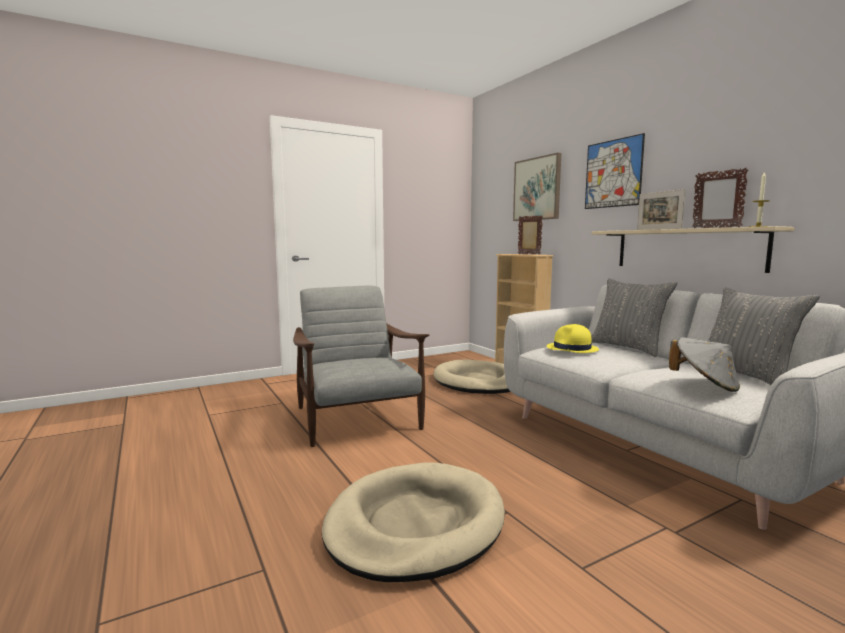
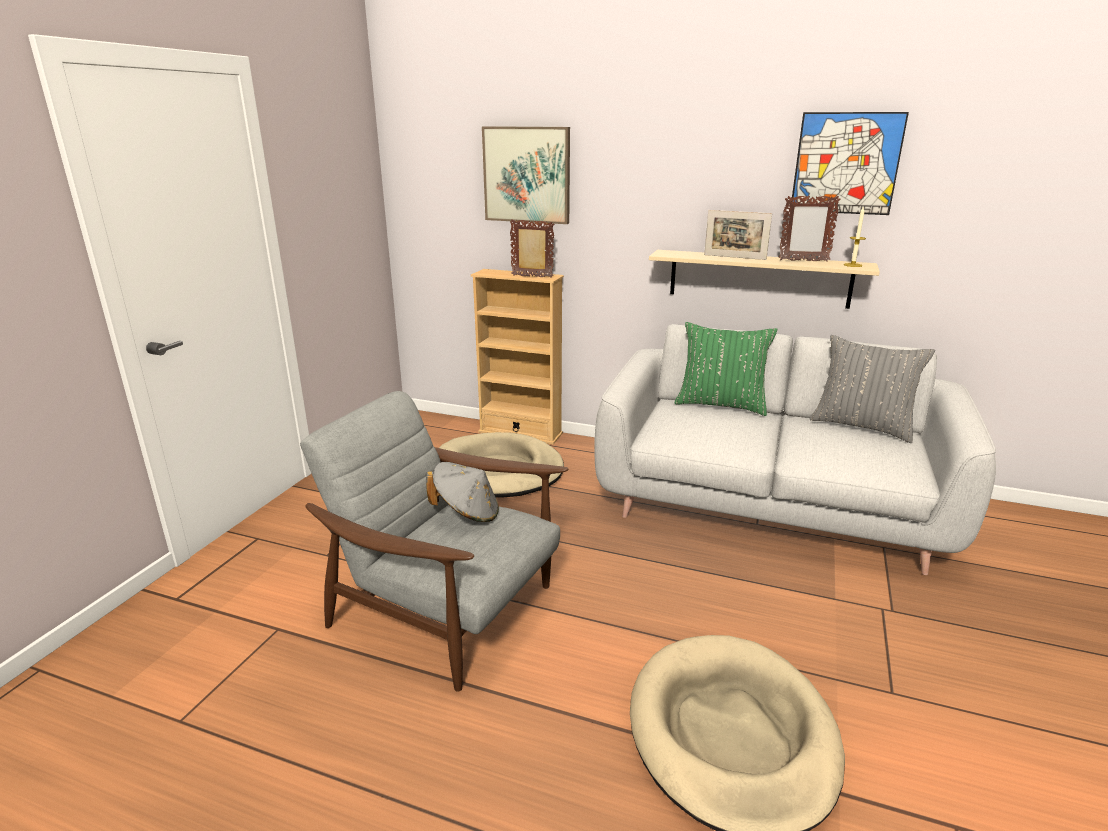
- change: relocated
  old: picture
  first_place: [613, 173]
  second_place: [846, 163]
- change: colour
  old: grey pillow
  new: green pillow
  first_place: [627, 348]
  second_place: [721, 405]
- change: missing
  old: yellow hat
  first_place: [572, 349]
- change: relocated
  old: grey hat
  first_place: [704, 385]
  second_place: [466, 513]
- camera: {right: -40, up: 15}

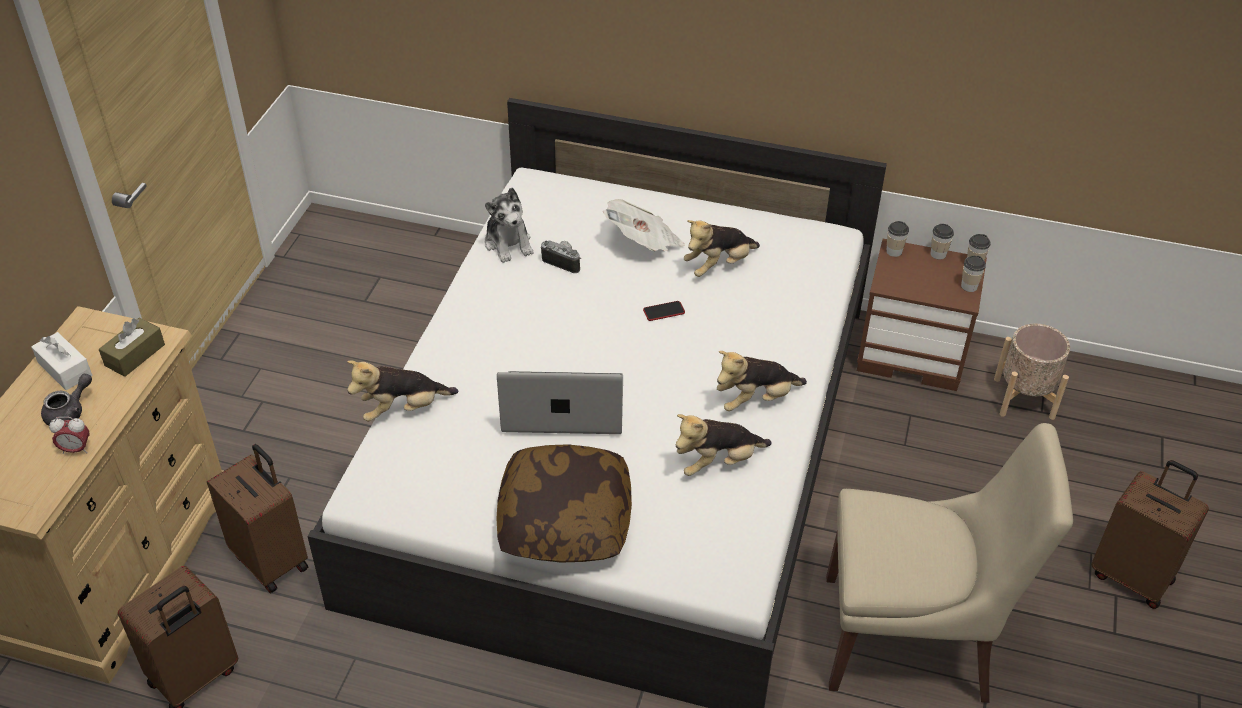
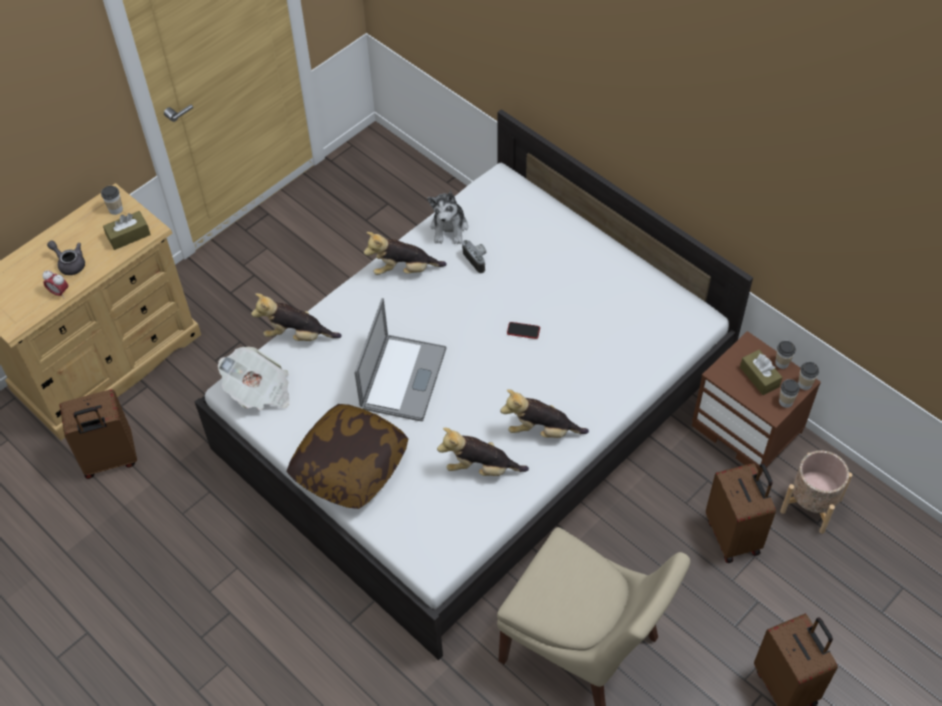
- change: relocated
  old: newspaper
  first_place: [643, 243]
  second_place: [259, 391]
- change: relocated
  old: plush toy
  first_place: [719, 265]
  second_place: [404, 270]
- change: relocated
  old: cup
  first_place: [894, 251]
  second_place: [116, 209]
- change: missing
  old: white tissue box
  first_place: [65, 369]
- change: spun
  old: laptop
  first_place: [563, 405]
  second_place: [403, 378]
  degrees: 75
- change: spun
  old: grey teapot
  first_place: [70, 412]
  second_place: [69, 263]
  degrees: -120
- change: relocated
  old: brown suitcase
  first_place: [272, 560]
  second_place: [734, 535]
- change: appeared
  new: brown tissue box
  second_place: [759, 377]
- camera: {right: 30, up: 10}

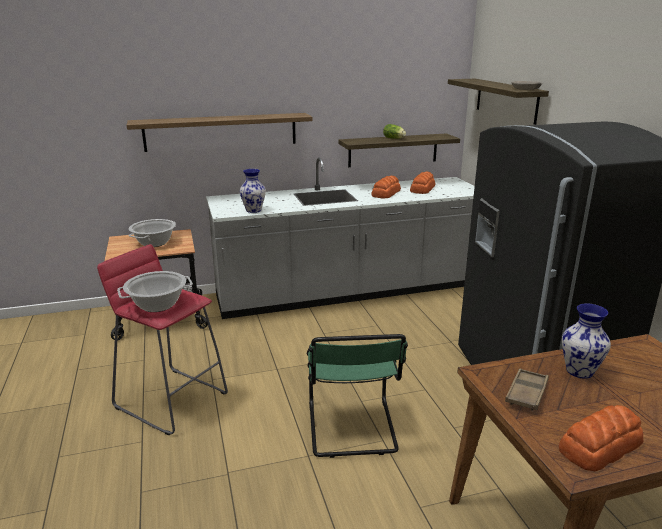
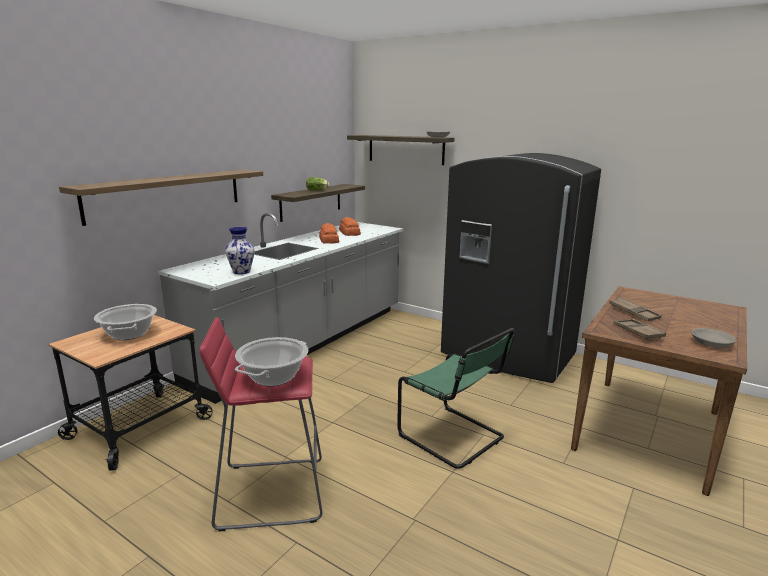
- change: exchanged
  old: vase
  new: brown tray
  first_place: [580, 371]
  second_place: [633, 313]
- change: exchanged
  old: bread
  new: grey bowl
  first_place: [599, 446]
  second_place: [711, 343]
- camera: {right: -40, up: -5}

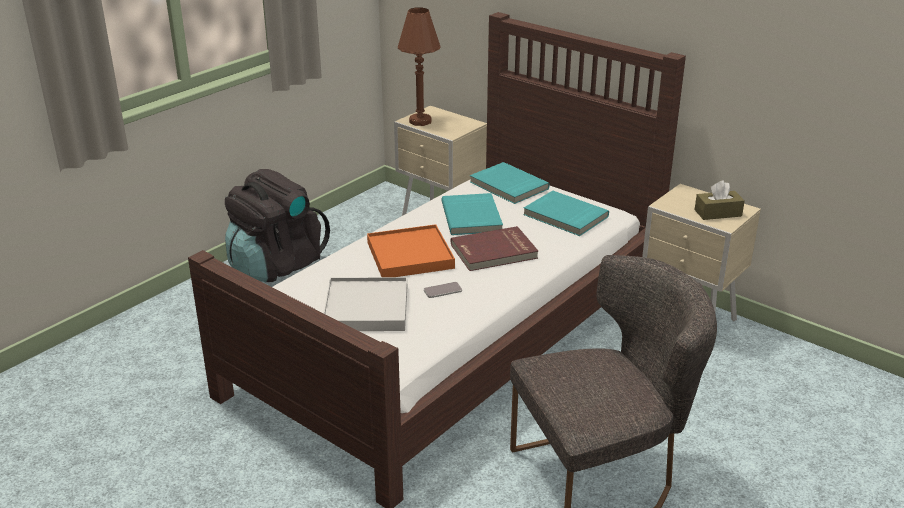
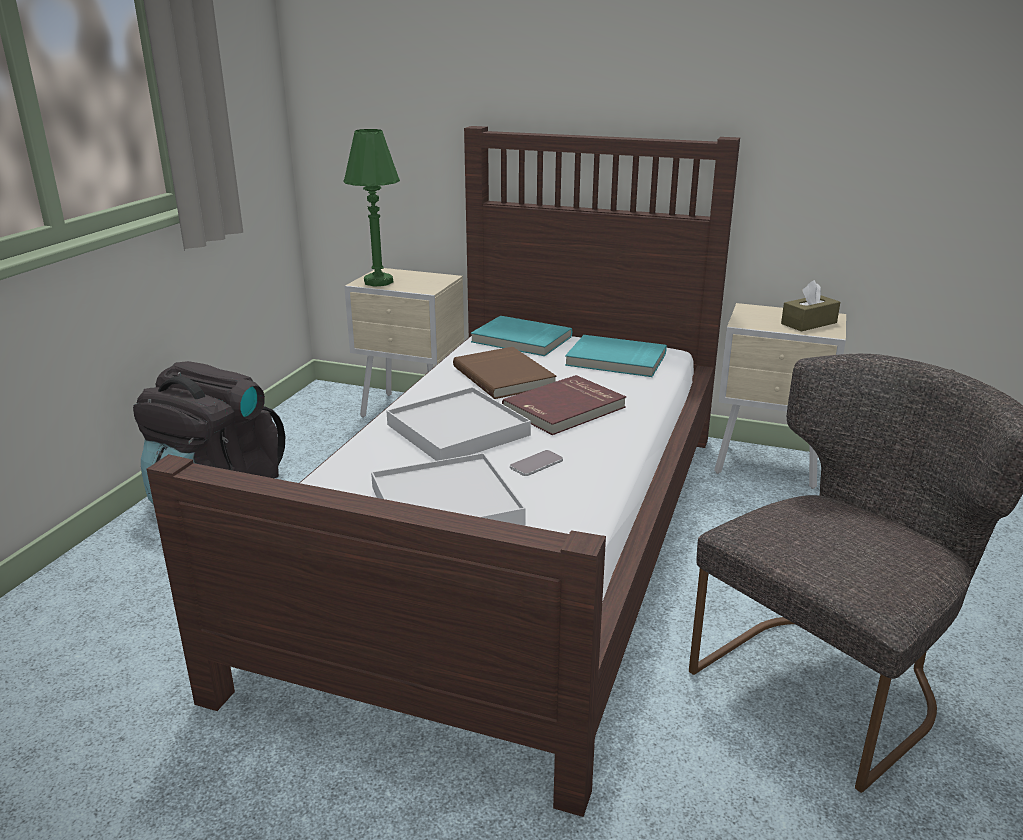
- change: colour
  old: brown table lamp
  new: green table lamp
  first_place: [420, 121]
  second_place: [378, 282]
- change: colour
  old: turquoise book
  new: brown book
  first_place: [473, 217]
  second_place: [505, 376]
- change: colour
  old: orange tray
  new: white tray
  first_place: [410, 255]
  second_place: [458, 430]
- camera: {right: -20, up: -5}

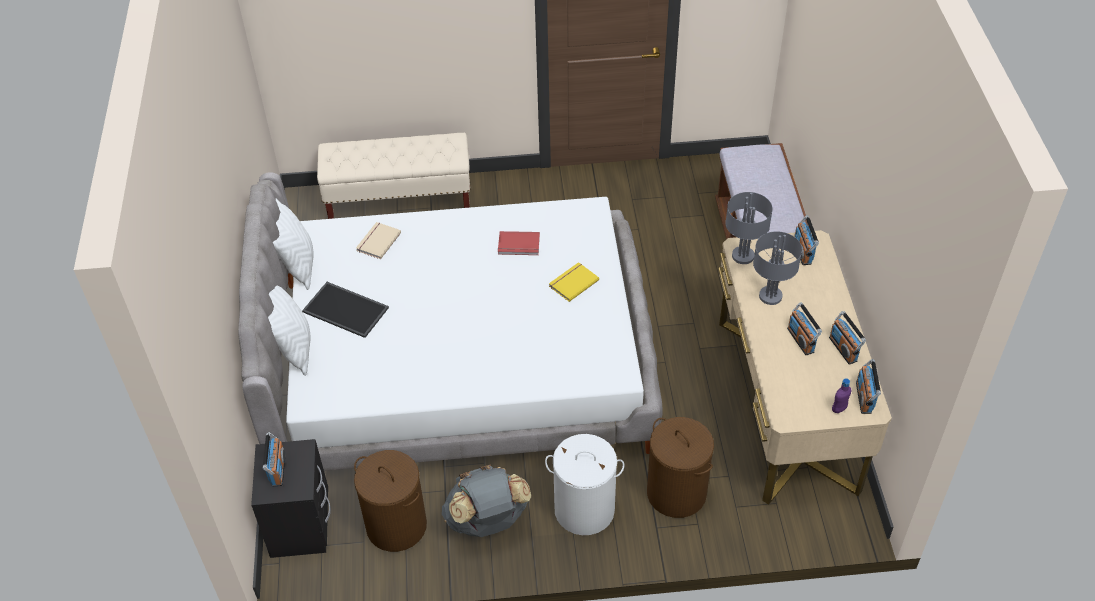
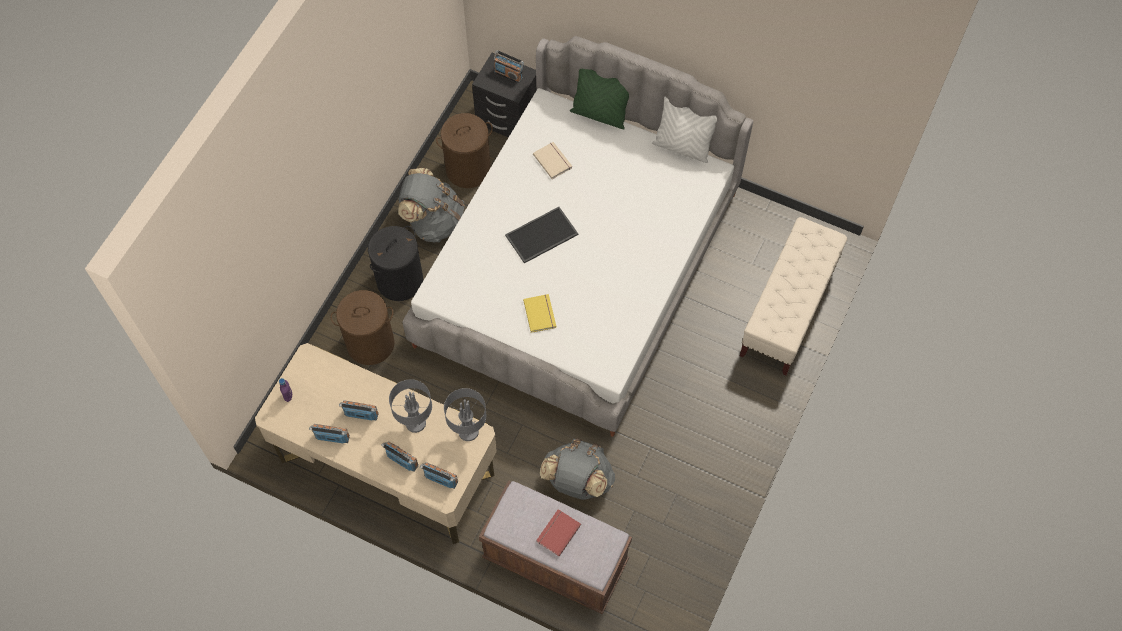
- change: relocated
  old: beige book
  first_place: [377, 241]
  second_place: [553, 160]
- change: relocated
  old: red book
  first_place: [519, 245]
  second_place: [557, 532]
- change: relocated
  old: tray
  first_place: [347, 309]
  second_place: [541, 236]
- change: colour
  old: white pillow
  new: green pillow
  first_place: [295, 348]
  second_place: [599, 114]
- change: relocated
  old: radio
  first_place: [864, 397]
  second_place: [402, 460]
- change: colour
  old: white laundry basket
  new: black laundry basket
  first_place: [584, 510]
  second_place: [400, 280]
- change: appeared
  new: grey backpack
  second_place: [577, 481]
- camera: {right: 120, up: 15}

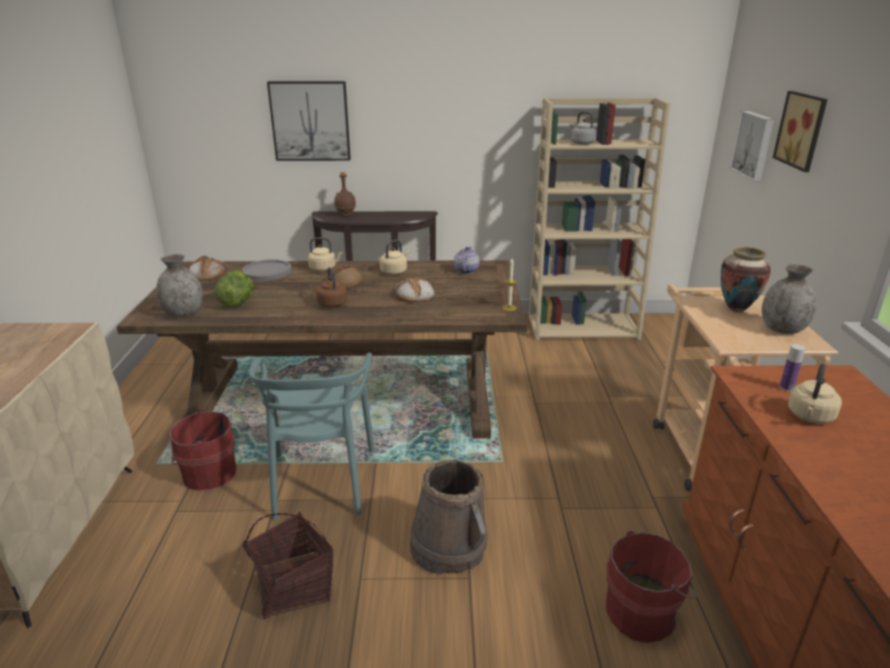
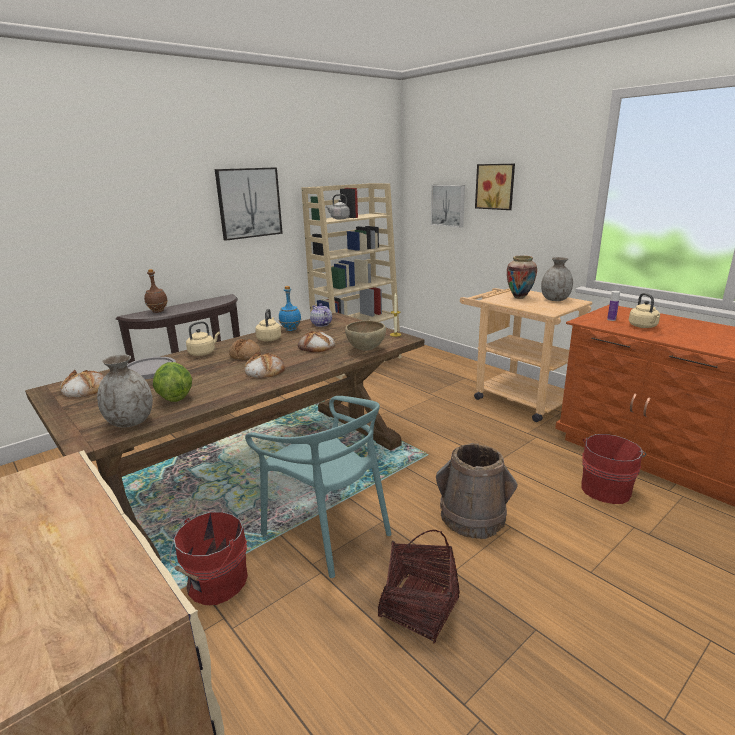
- change: relocated
  old: picture
  first_place: [310, 121]
  second_place: [249, 203]
- change: exchanged
  old: brown kettle
  new: bread
  first_place: [332, 303]
  second_place: [264, 370]
- change: appeared
  new: blue bottle
  second_place: [291, 329]
- change: appeared
  new: brown bowl
  second_place: [366, 349]
- camera: {right: -40, up: -5}

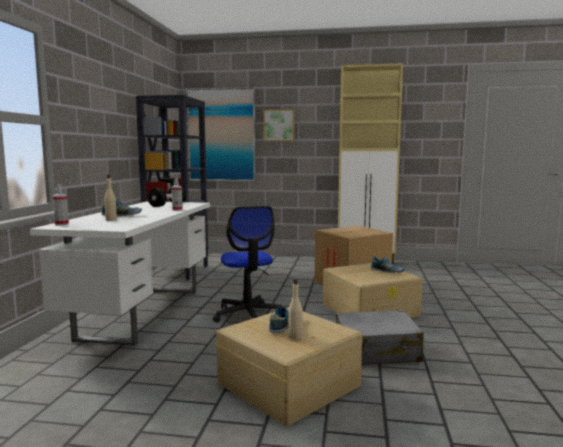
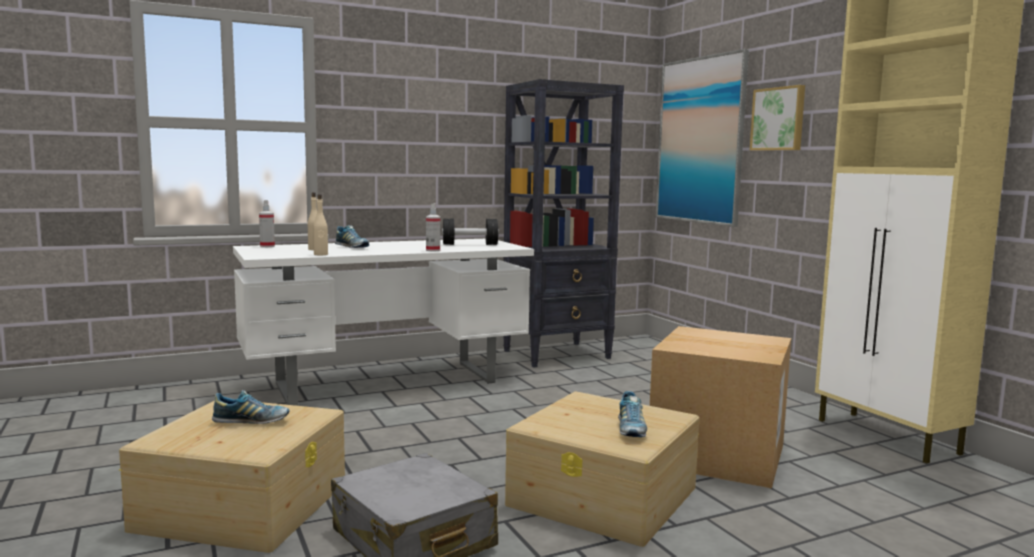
- change: missing
  old: office chair
  first_place: [248, 314]
- change: relocated
  old: beige bottle
  first_place: [295, 337]
  second_place: [321, 254]
- camera: {right: 55, up: 0}

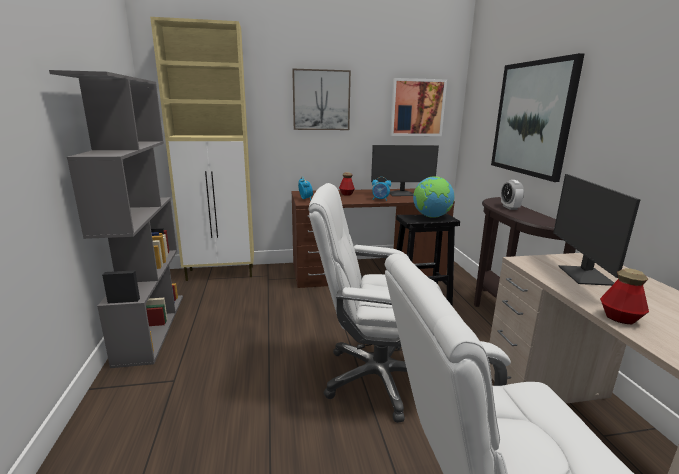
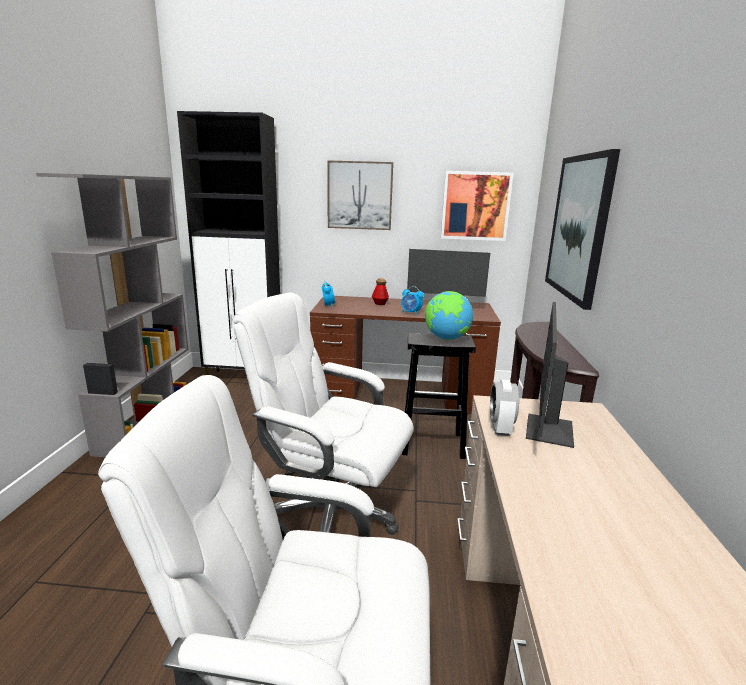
- change: colour
  old: beige cabinet
  new: black cabinet
  first_place: [221, 273]
  second_place: [245, 378]
- change: relocated
  old: alarm clock
  first_place: [509, 207]
  second_place: [500, 428]
- change: missing
  old: bottle
  first_place: [620, 318]
- camera: {right: 15, up: 0}

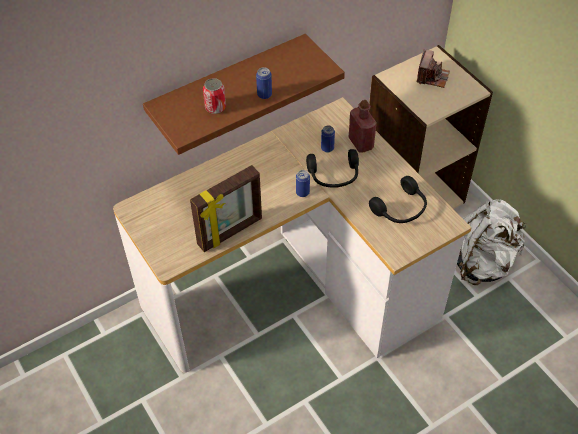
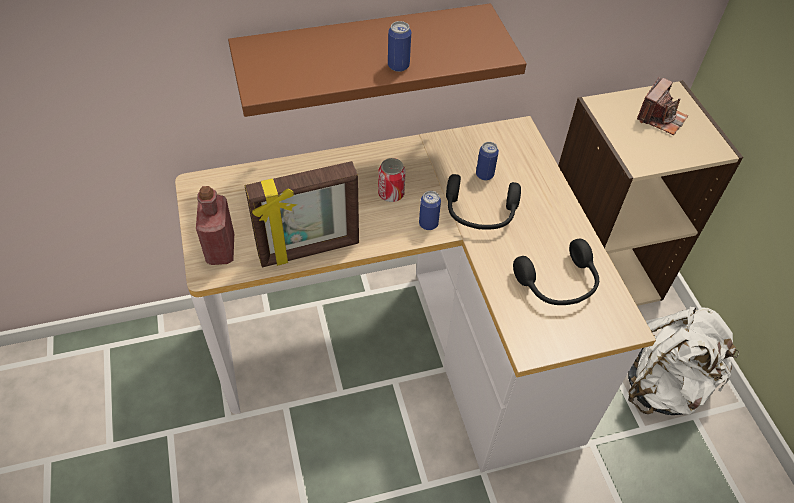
- change: relocated
  old: can
  first_place: [215, 107]
  second_place: [391, 194]
- change: relocated
  old: red bottle
  first_place: [361, 143]
  second_place: [220, 249]
- camera: {right: 15, up: 0}

